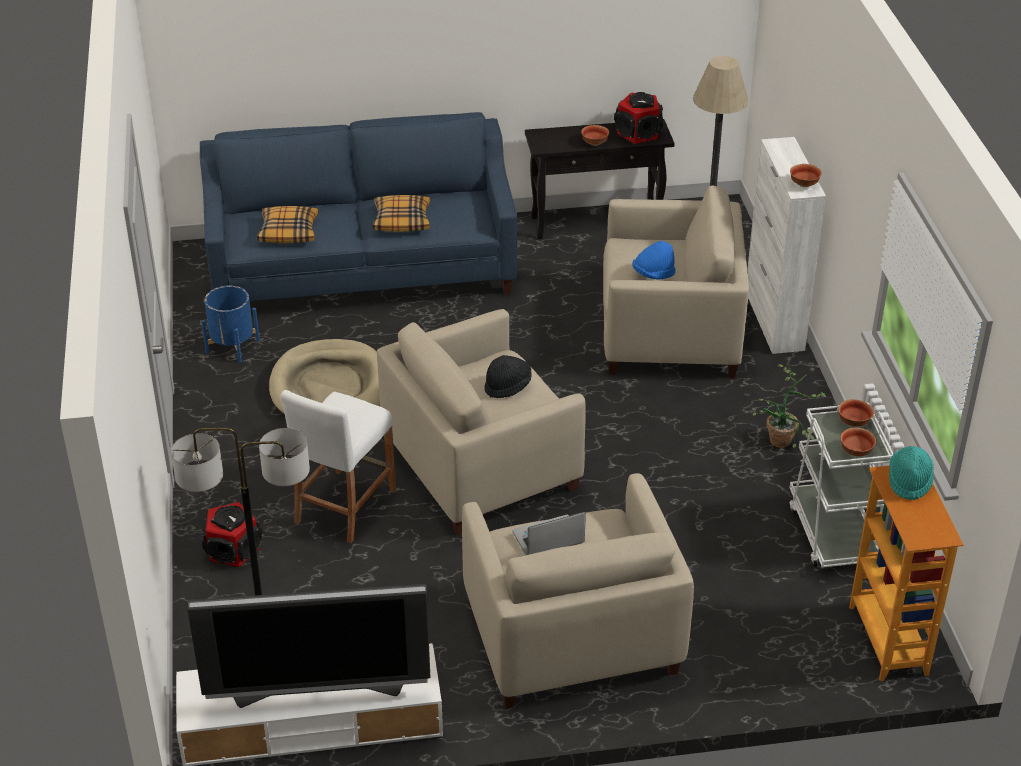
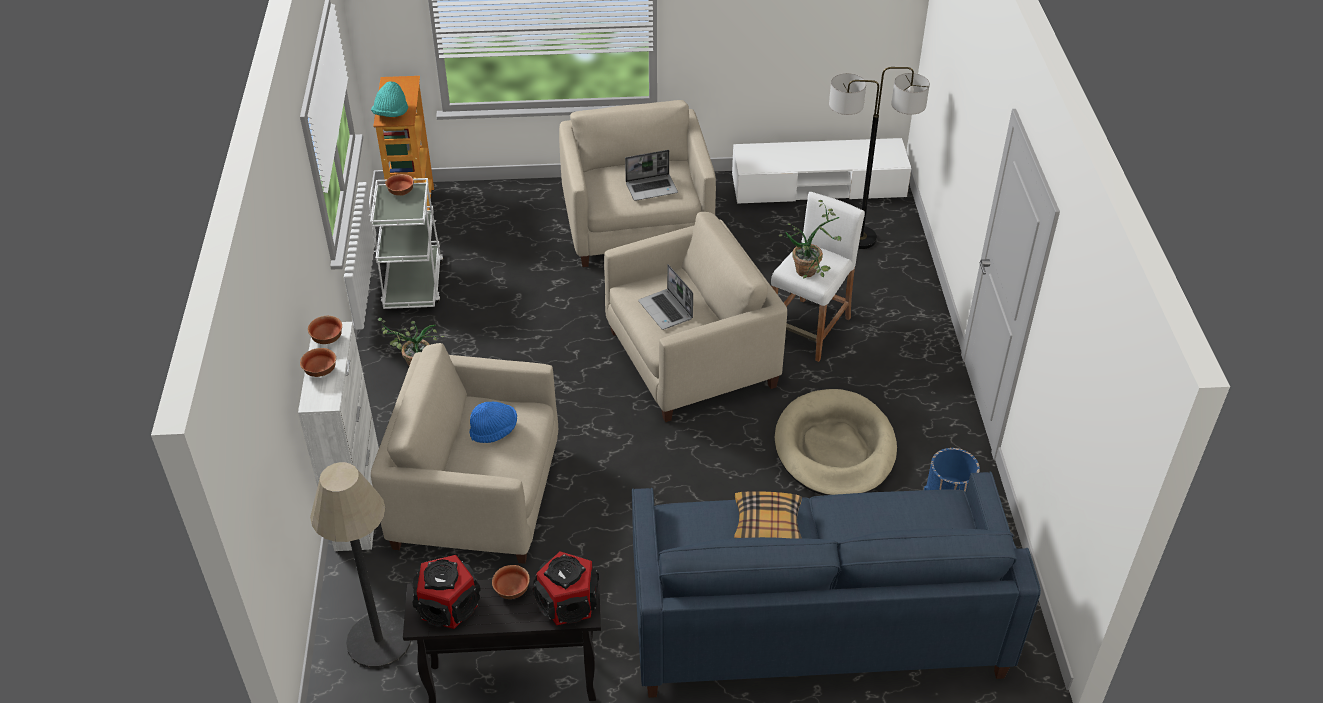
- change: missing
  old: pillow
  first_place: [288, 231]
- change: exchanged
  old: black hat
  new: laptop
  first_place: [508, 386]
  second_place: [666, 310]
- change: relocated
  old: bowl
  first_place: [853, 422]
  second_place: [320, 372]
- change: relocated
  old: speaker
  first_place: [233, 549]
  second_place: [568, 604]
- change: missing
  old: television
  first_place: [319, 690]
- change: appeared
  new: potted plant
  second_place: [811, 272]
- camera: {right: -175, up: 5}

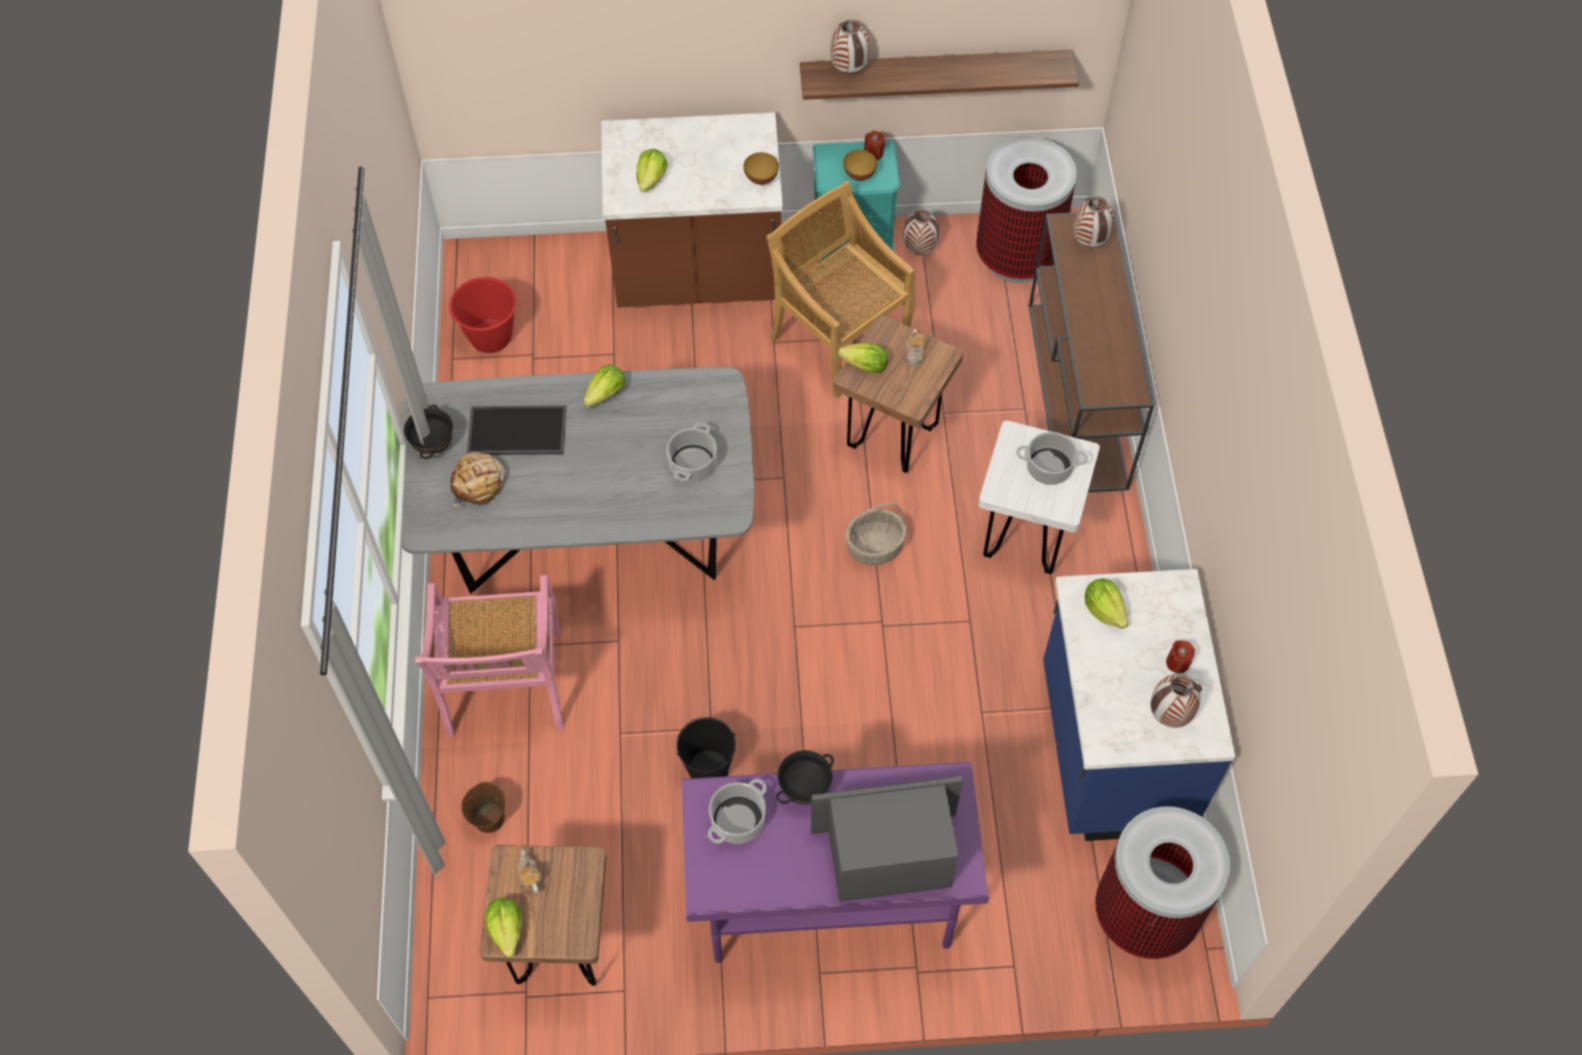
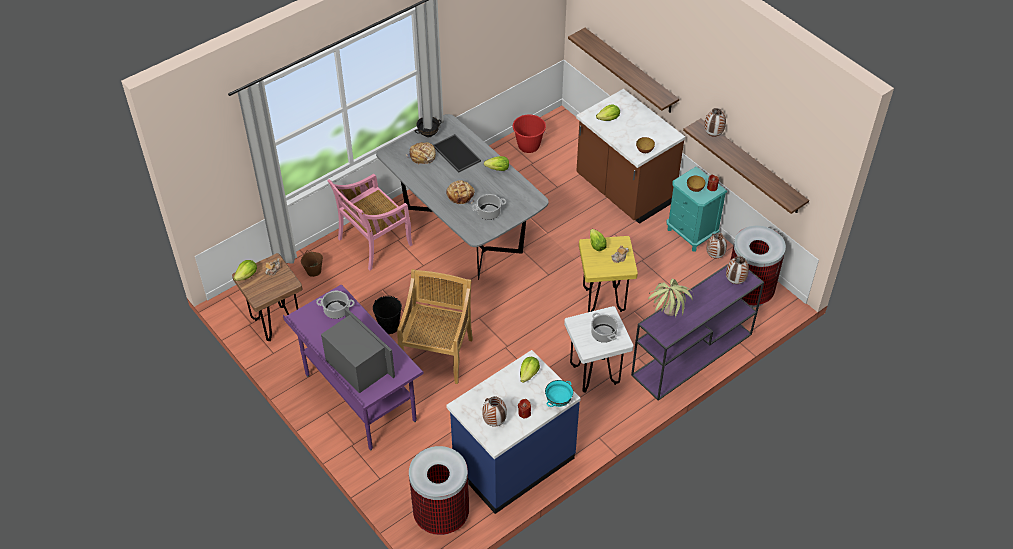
- change: relocated
  old: beige chair
  first_place: [838, 339]
  second_place: [437, 354]
- change: colour
  old: brown console table
  new: purple console table
  first_place: [1077, 397]
  second_place: [691, 355]
- change: colour
  old: brown stool
  new: yellow stool
  first_place: [892, 438]
  second_place: [603, 300]
- change: missing
  old: basket
  first_place: [874, 547]
- change: missing
  old: black bowl
  first_place: [804, 788]
- change: appeared
  new: shelf
  second_place: [630, 71]
- change: appeared
  new: bread
  second_place: [461, 195]
- change: appeared
  new: potted plant
  second_place: [666, 322]
- change: appeared
  new: turquoise bowl
  second_place: [558, 401]
- camera: {right: 55, up: -10}

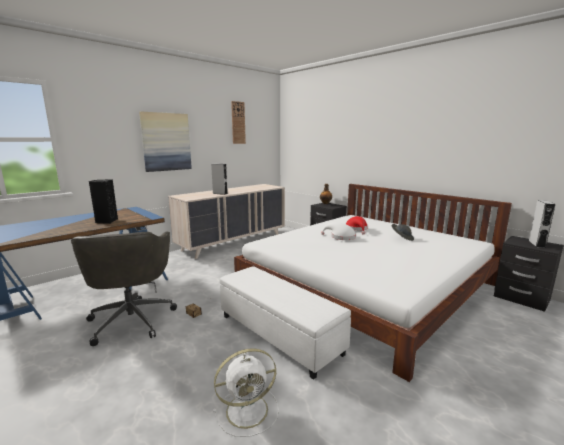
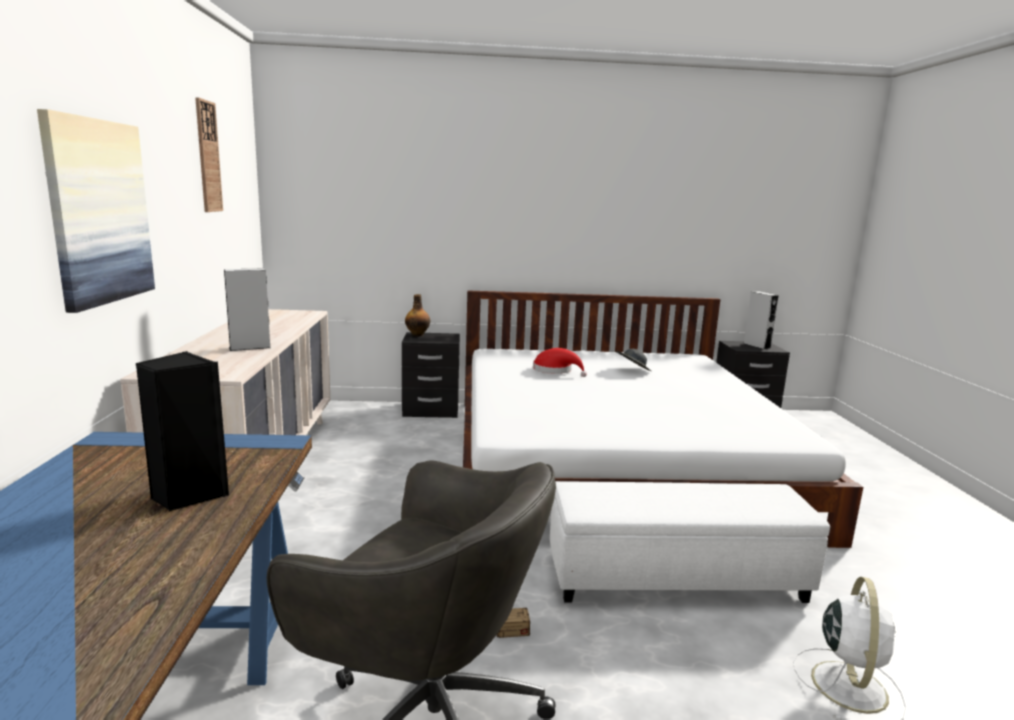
- change: missing
  old: white hat
  first_place: [341, 237]
- camera: {right: -50, up: 0}

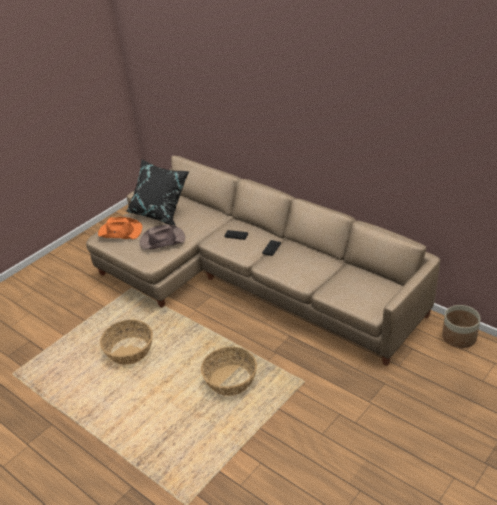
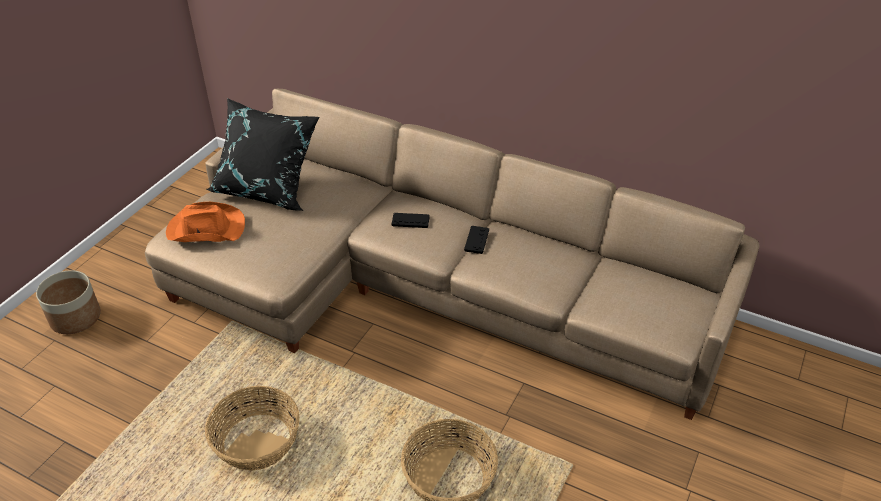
- change: missing
  old: brown hat
  first_place: [161, 240]
- change: relocated
  old: planter
  first_place: [459, 337]
  second_place: [76, 317]
- camera: {right: -15, up: 5}

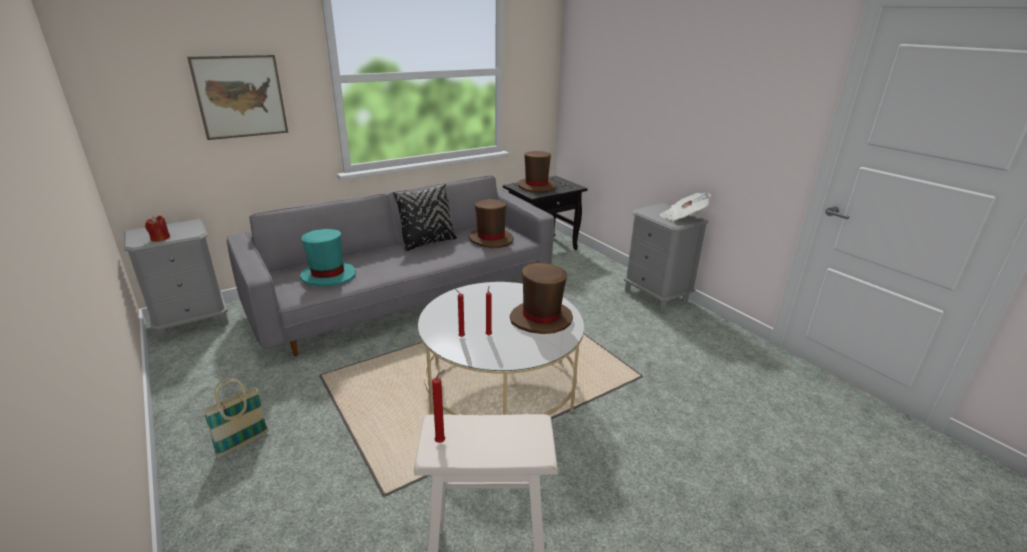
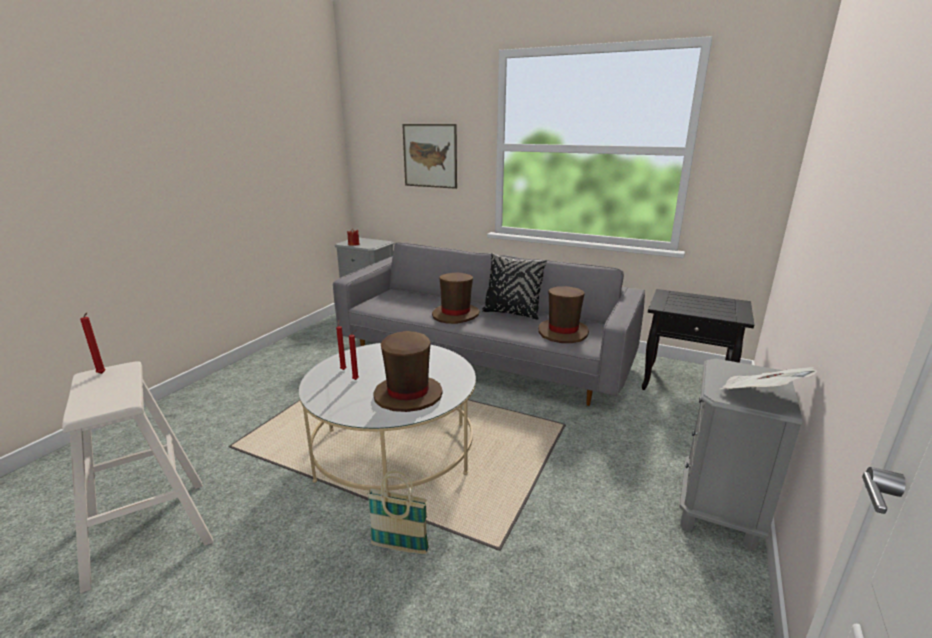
- change: relocated
  old: brown hat
  first_place: [536, 186]
  second_place: [456, 315]
- change: missing
  old: turquoise hat
  first_place: [328, 275]
- change: relocated
  old: basket
  first_place: [243, 443]
  second_place: [400, 548]
- camera: {right: 60, up: -5}

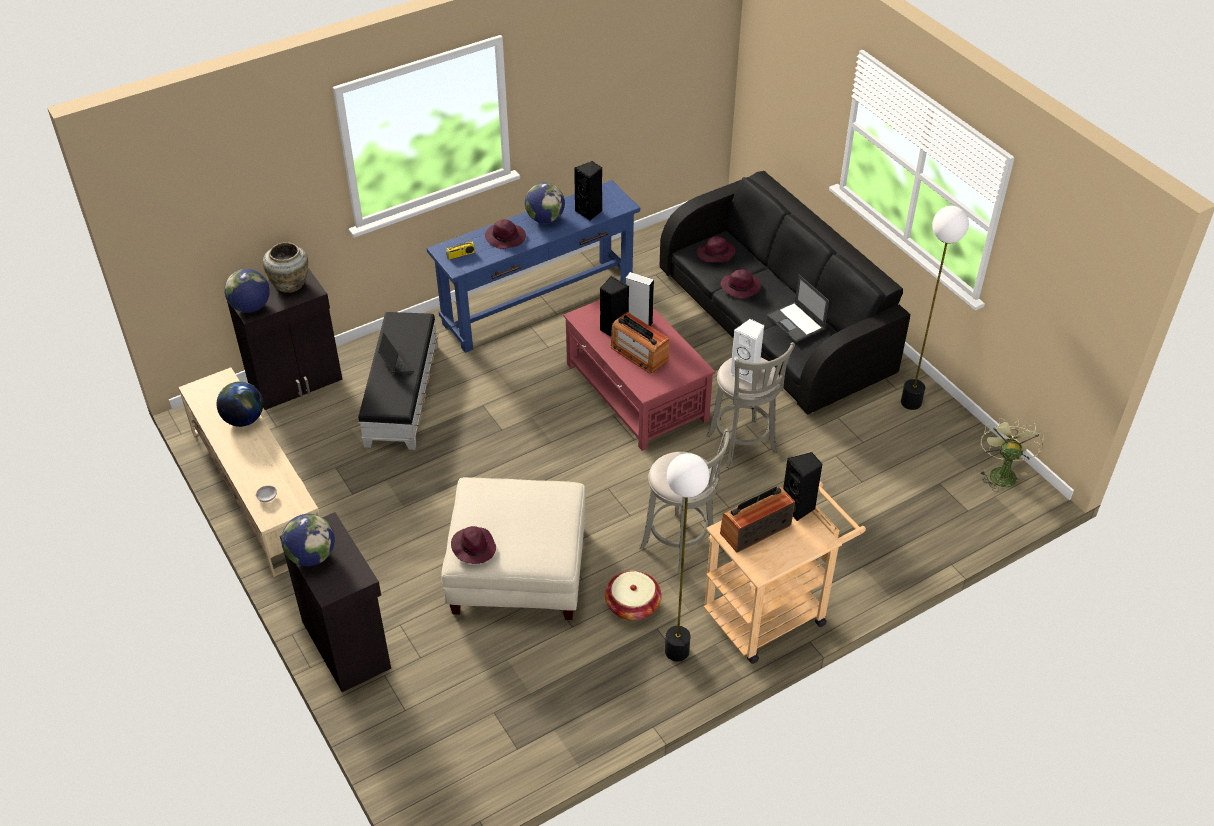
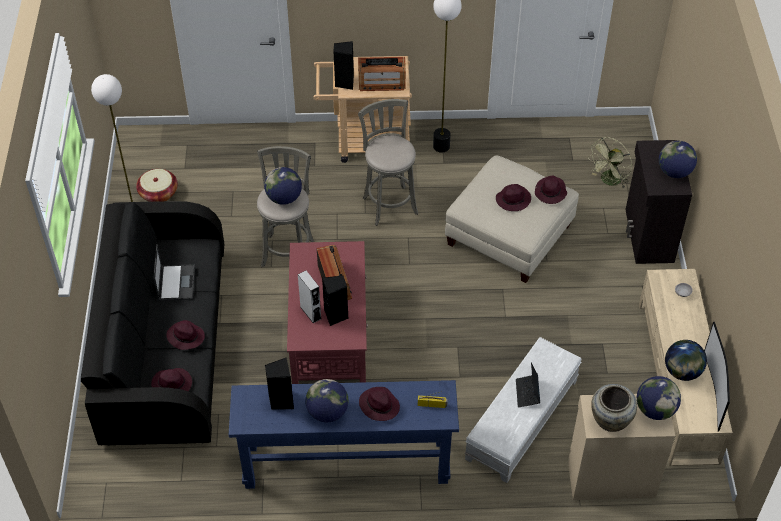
- change: colour
  old: black cabinet
  new: beige cabinet
  first_place: [296, 382]
  second_place: [610, 478]
- change: colour
  old: black ottoman
  new: white ottoman
  first_place: [402, 394]
  second_place: [521, 420]
- change: exchanged
  old: white speaker
  new: globe
  first_place: [746, 372]
  second_place: [284, 198]
- change: relocated
  old: green fan
  first_place: [1001, 472]
  second_place: [609, 181]
- change: relocated
  old: basket
  first_place: [632, 605]
  second_place: [158, 193]
- change: appeared
  new: purple hat
  second_place: [513, 199]
- change: appeared
  new: television
  second_place: [715, 390]
- camera: {right: -150, up: 5}

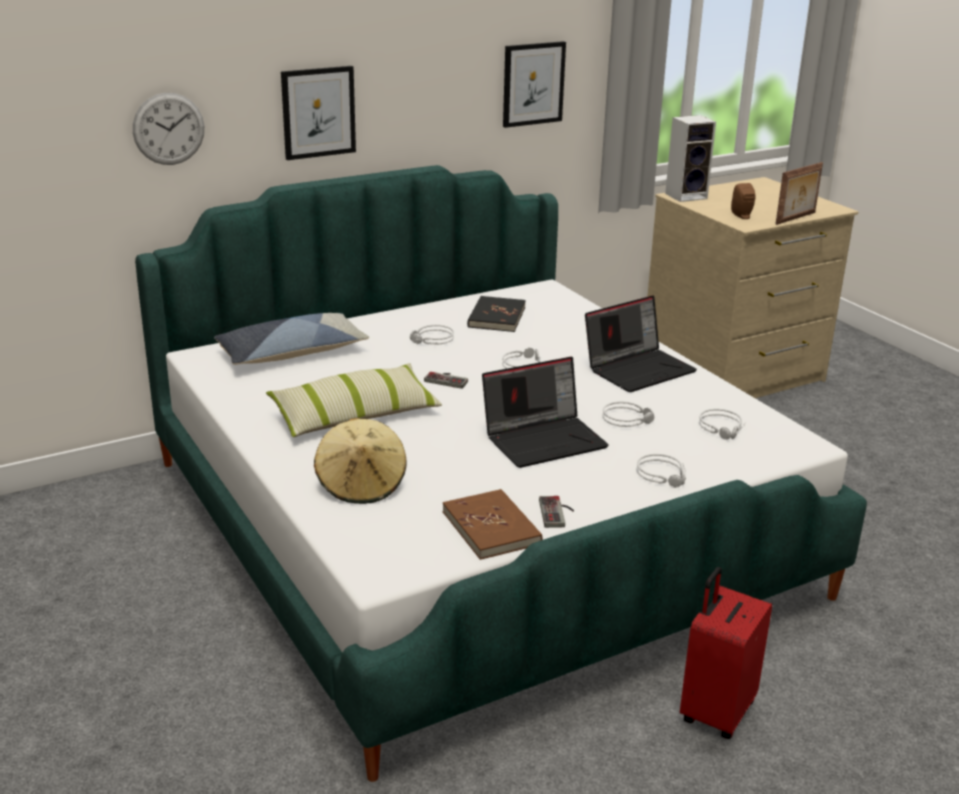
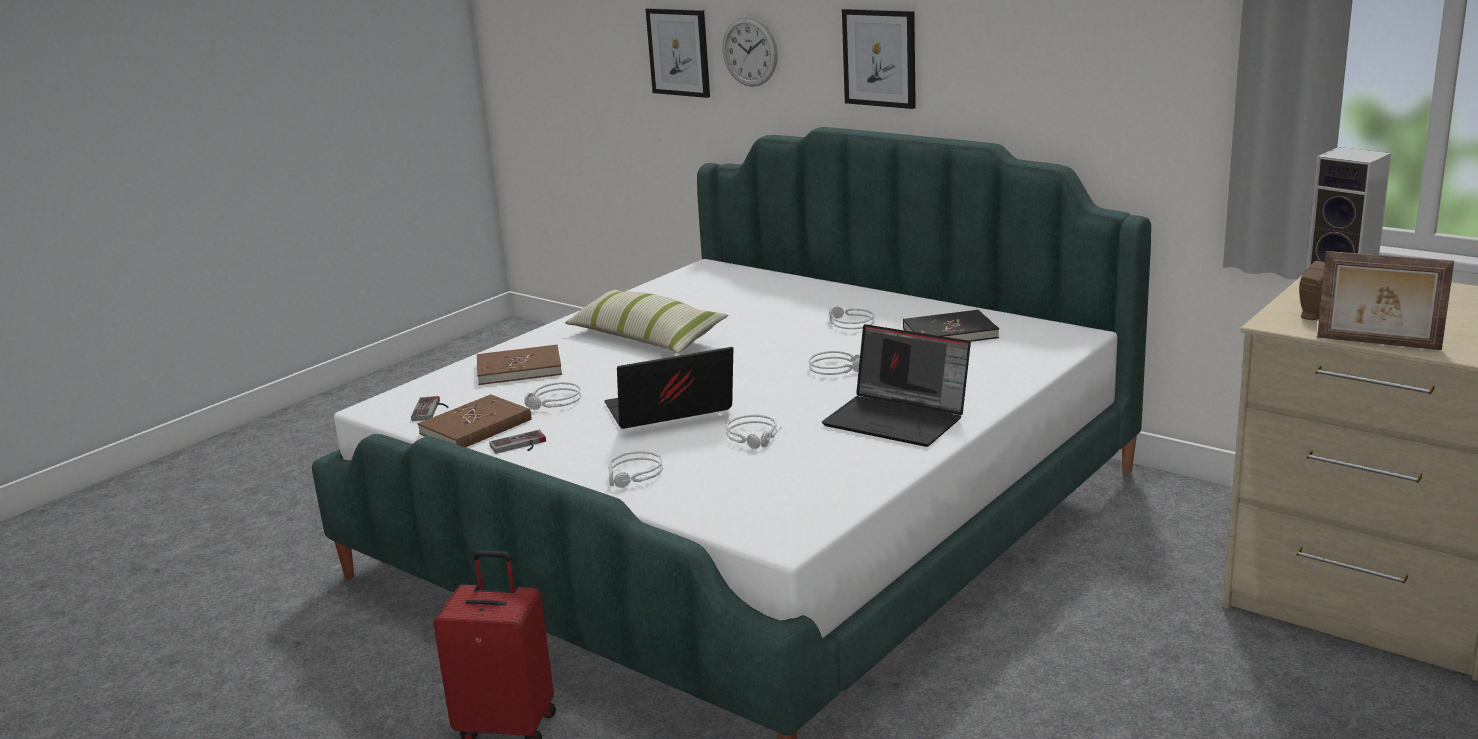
- change: relocated
  old: picture
  first_place: [533, 84]
  second_place: [679, 52]
- change: missing
  old: pillow
  first_place: [291, 352]
- change: spun
  old: laptop
  first_place: [544, 439]
  second_place: [668, 412]
  degrees: 120
- change: relocated
  old: game controller
  first_place: [447, 379]
  second_place: [432, 410]
- change: relocated
  old: grey headphones
  first_place: [722, 429]
  second_place: [554, 402]
- change: exchanged
  old: beige hat
  new: brown book
  first_place: [361, 485]
  second_place: [519, 369]
- camera: {right: 70, up: -5}

